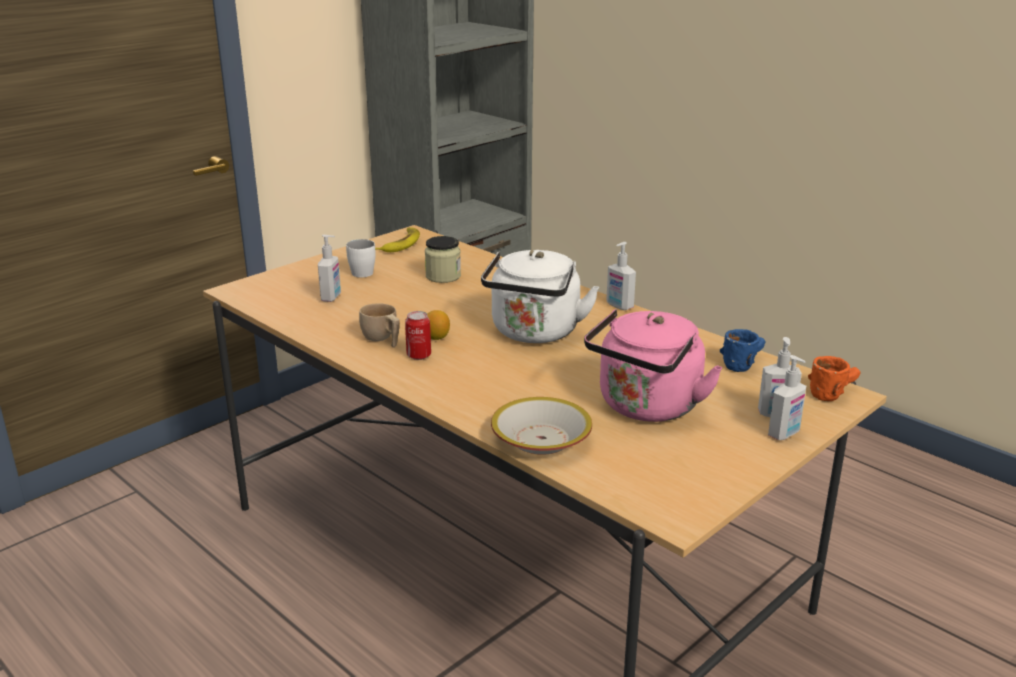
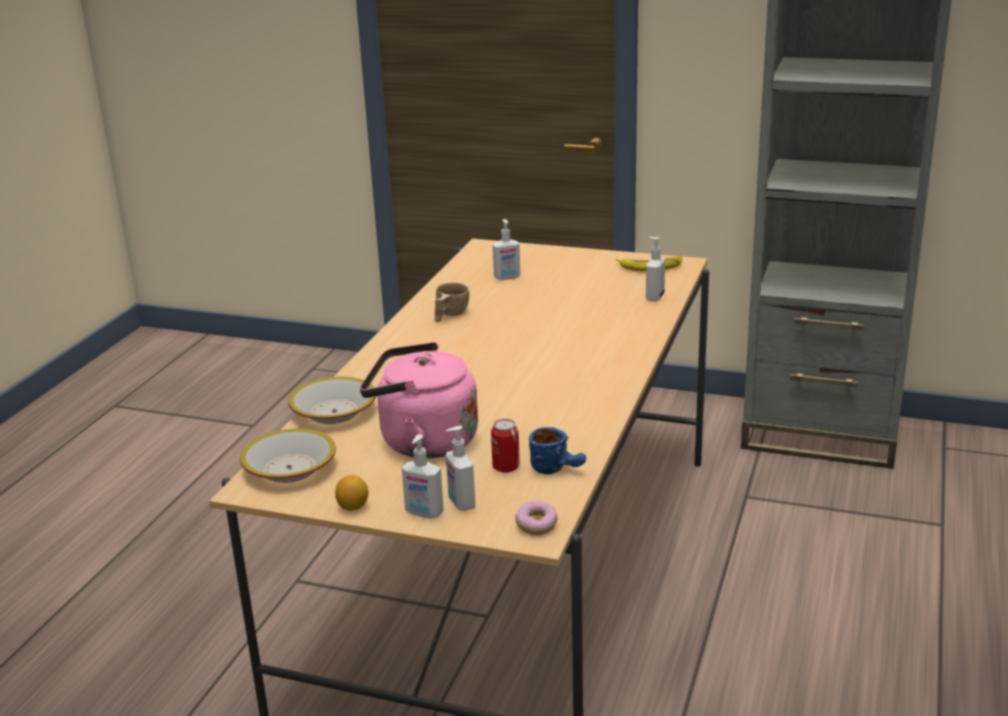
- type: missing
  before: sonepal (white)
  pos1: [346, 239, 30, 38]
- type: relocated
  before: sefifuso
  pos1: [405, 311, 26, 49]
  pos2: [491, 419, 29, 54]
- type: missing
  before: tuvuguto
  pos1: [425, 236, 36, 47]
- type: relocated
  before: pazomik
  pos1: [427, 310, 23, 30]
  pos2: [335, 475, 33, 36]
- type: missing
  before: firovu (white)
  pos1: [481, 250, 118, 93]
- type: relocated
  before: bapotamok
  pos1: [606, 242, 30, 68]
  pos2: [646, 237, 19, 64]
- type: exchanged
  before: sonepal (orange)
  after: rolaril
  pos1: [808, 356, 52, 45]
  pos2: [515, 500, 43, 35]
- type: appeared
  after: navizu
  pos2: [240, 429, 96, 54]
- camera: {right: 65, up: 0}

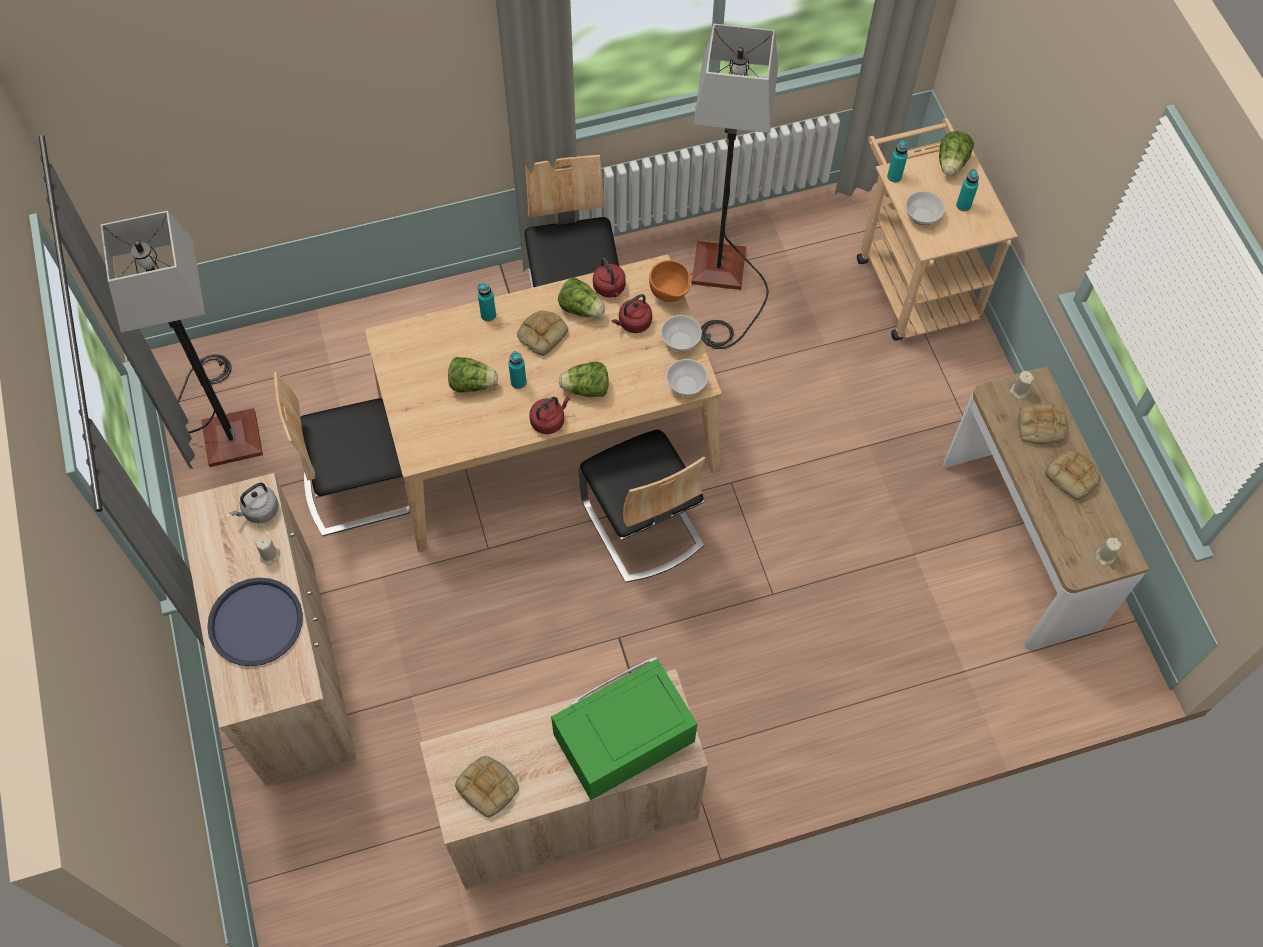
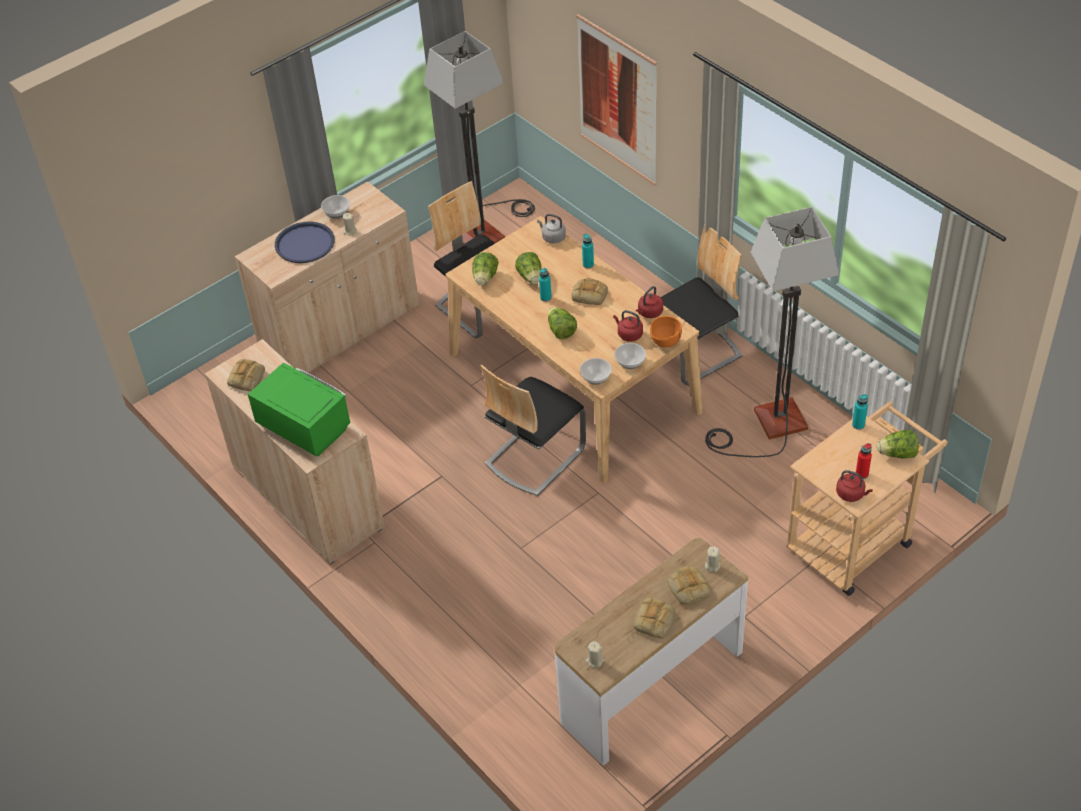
- type: relocated
  before: firovu (grey)
  pos1: [230, 483, 49, 40]
  pos2: [537, 214, 29, 29]
- type: relocated
  before: firovu (red)
  pos1: [529, 396, 41, 38]
  pos2: [836, 470, 37, 32]
- type: relocated
  before: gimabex
  pos1: [558, 278, 47, 40]
  pos2: [472, 252, 27, 33]
- type: relocated
  before: navizu
  pos1: [905, 191, 40, 34]
  pos2: [321, 195, 29, 24]
- type: colour
  before: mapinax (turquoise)
  after: mapinax (red)
  pos1: [956, 169, 23, 42]
  pos2: [856, 443, 16, 36]
- type: appeared
  after: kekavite
  pos2: [576, 14, 81, 172]
- camera: {right: 70, up: -15}

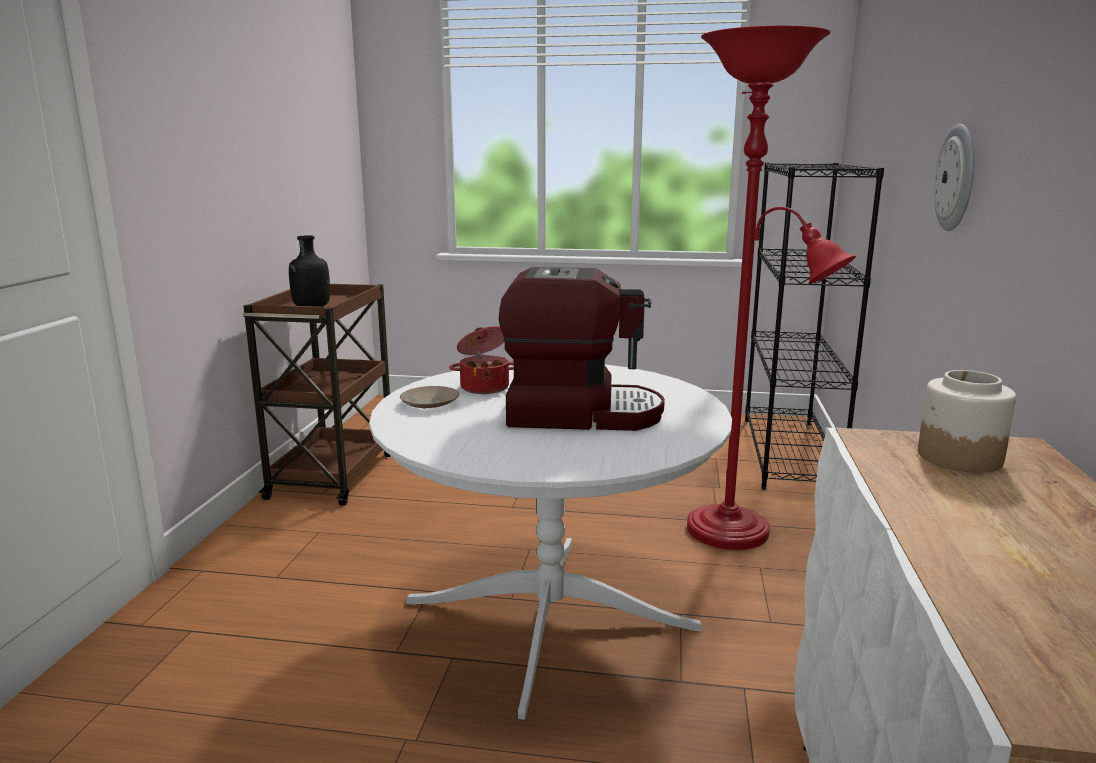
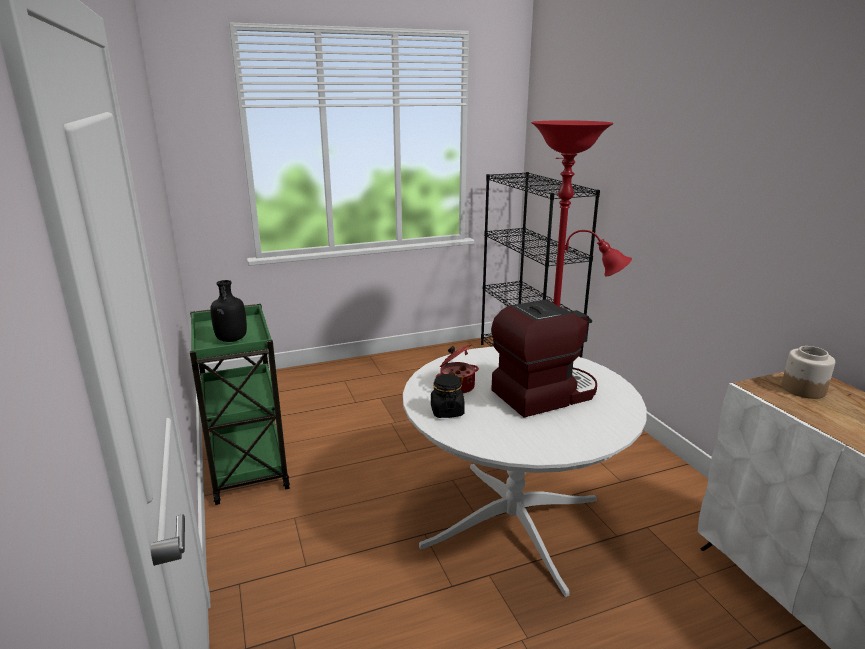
- type: colour
  before: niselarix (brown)
  after: niselarix (green)
  pos1: [243, 284, 148, 221]
  pos2: [190, 304, 100, 201]
- type: exchanged
  before: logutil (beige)
  after: tuvuguto (black)
  pos1: [400, 386, 59, 23]
  pos2: [431, 374, 34, 44]
- type: missing
  before: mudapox
  pos1: [934, 124, 40, 107]
- camera: {right: -30, up: 5}

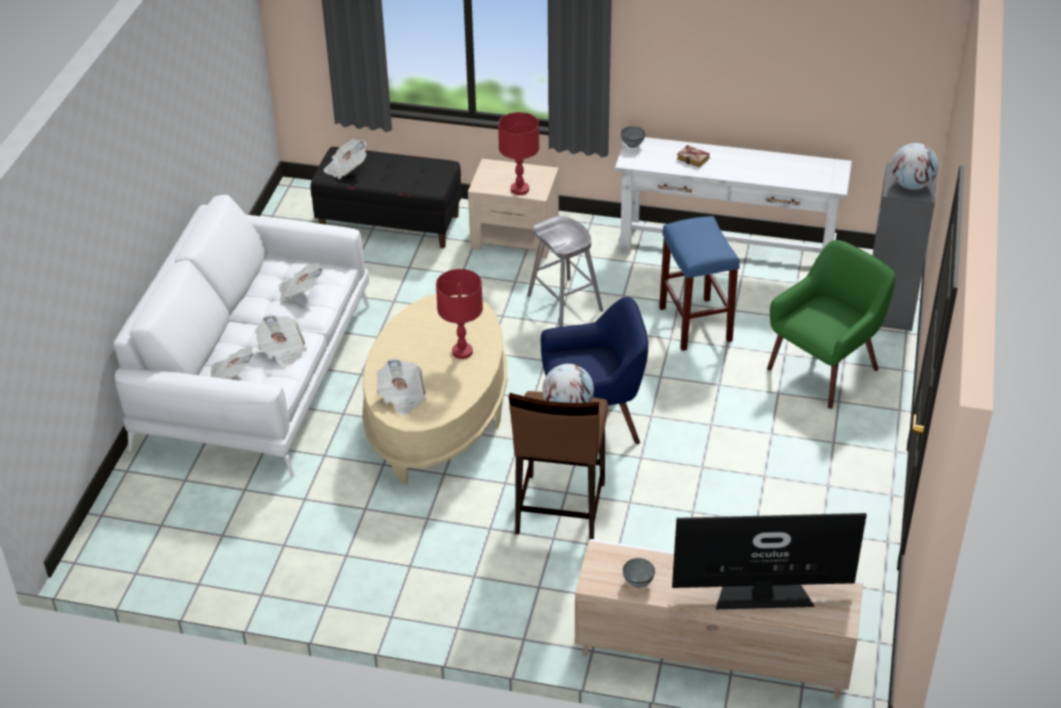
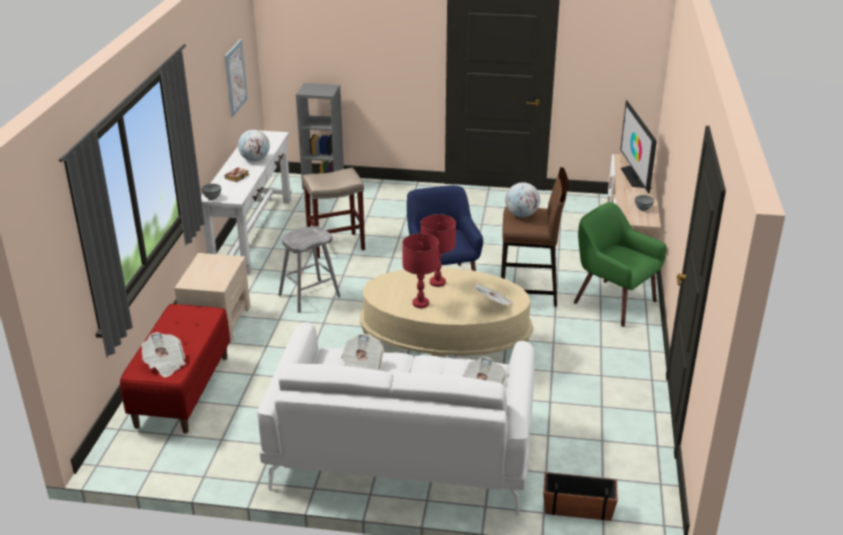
- type: missing
  before: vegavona
  pos1: [255, 314, 52, 53]
- type: colour
  before: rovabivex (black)
  after: rovabivex (red)
  pos1: [311, 147, 151, 101]
  pos2: [120, 304, 110, 130]
- type: relocated
  before: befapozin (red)
  pos1: [498, 112, 41, 83]
  pos2: [402, 233, 37, 75]
- type: colour
  before: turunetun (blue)
  after: turunetun (beige)
  pos1: [659, 216, 81, 135]
  pos2: [302, 168, 63, 90]
- type: relocated
  before: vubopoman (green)
  pos1: [767, 240, 128, 169]
  pos2: [574, 202, 93, 125]
- type: relocated
  before: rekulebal
  pos1: [891, 143, 47, 47]
  pos2: [238, 130, 32, 31]
- type: appeared
  after: kekavite
  pos2: [225, 39, 23, 78]
- type: appeared
  after: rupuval
  pos2: [543, 472, 75, 49]
- camera: {right: -95, up: -10}

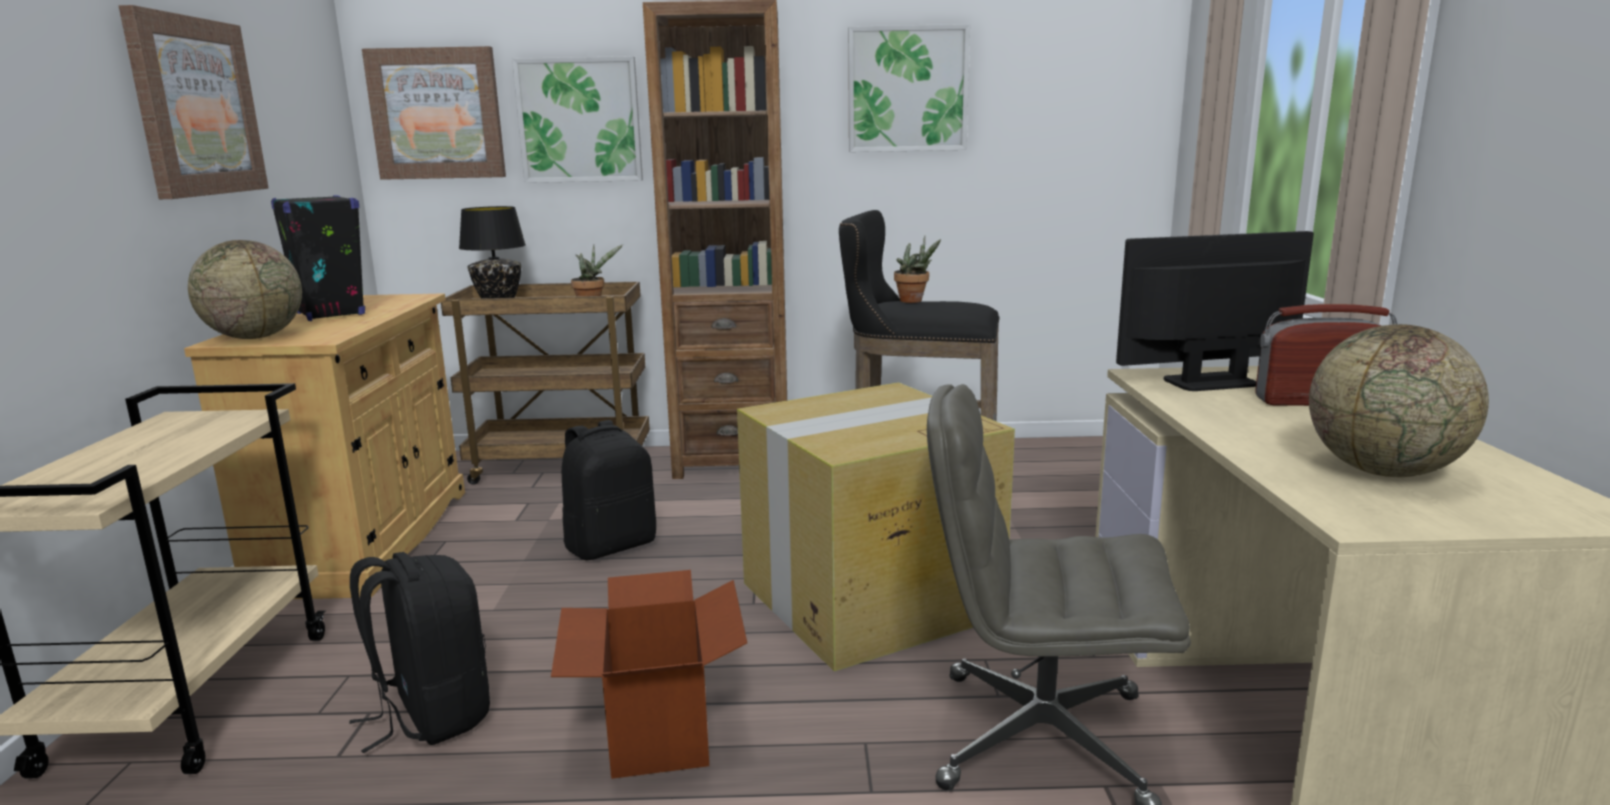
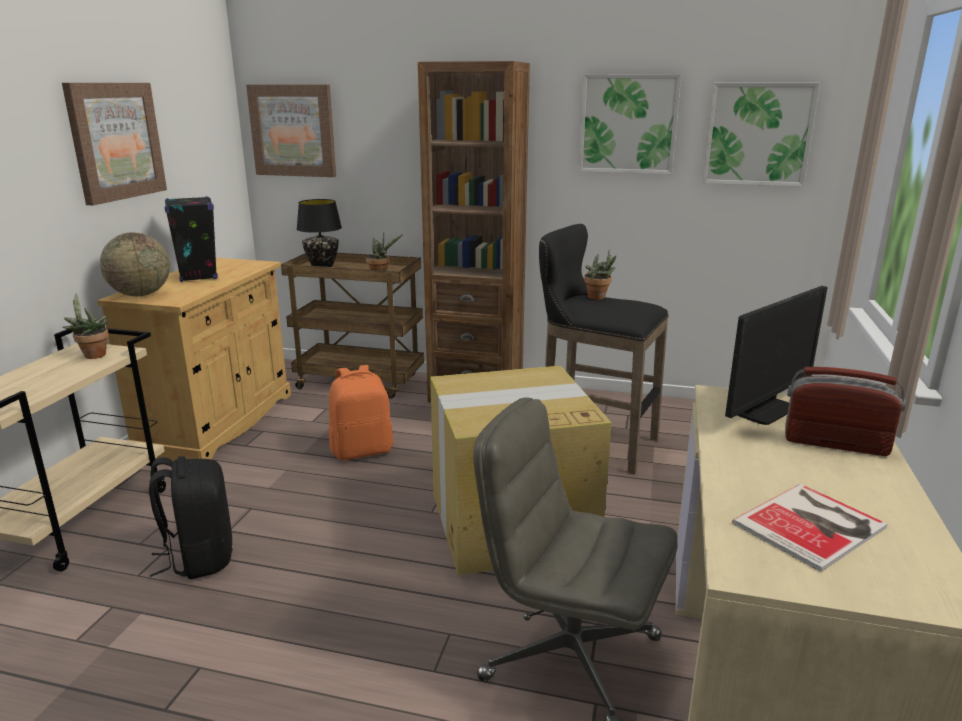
- type: relocated
  before: kekavite
  pos1: [512, 56, 131, 127]
  pos2: [703, 83, 117, 104]
- type: missing
  before: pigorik
  pos1: [551, 570, 196, 209]
- type: colour
  before: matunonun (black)
  after: matunonun (orange)
  pos1: [562, 420, 94, 140]
  pos2: [329, 365, 65, 95]
- type: spun
  before: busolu
  pos1: [1116, 231, 198, 160]
  pos2: [725, 286, 102, 139]
  turn: 135
- type: exchanged
  before: rekulebal
  after: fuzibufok
  pos1: [1309, 324, 180, 153]
  pos2: [732, 484, 155, 88]
- type: appeared
  after: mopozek
  pos2: [63, 293, 46, 66]
- camera: {right: 15, up: 5}

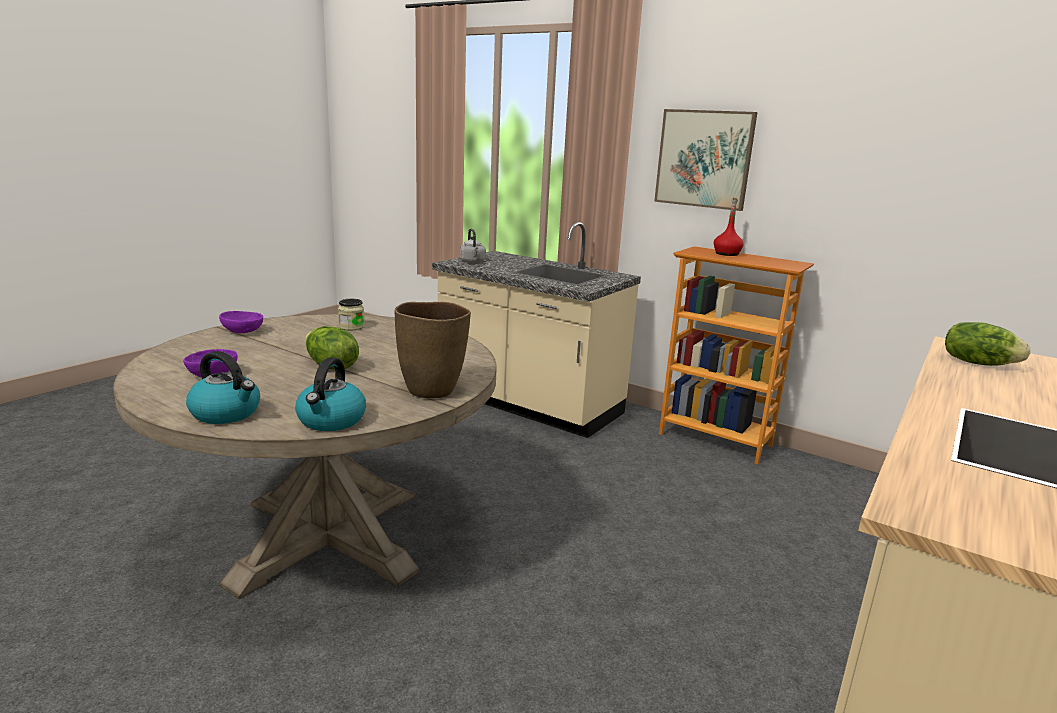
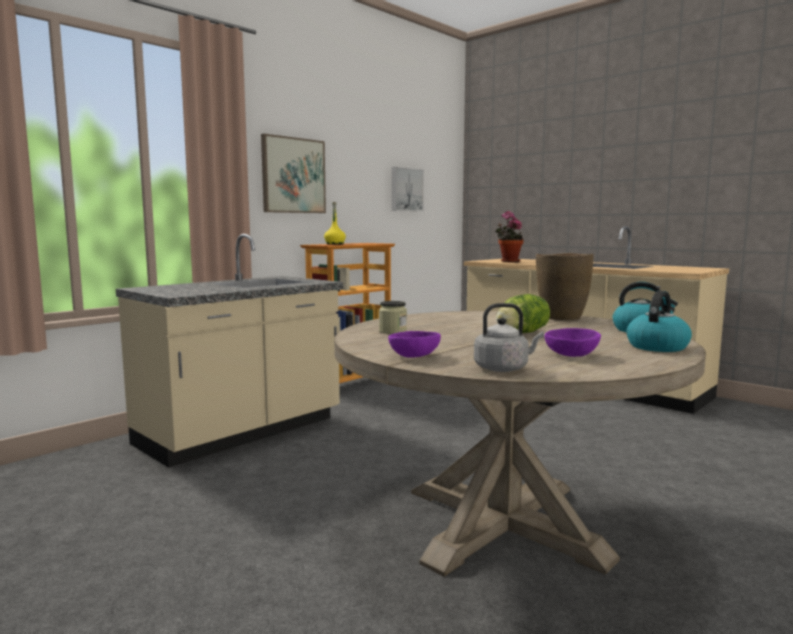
- type: relocated
  before: firovu (grey)
  pos1: [459, 229, 27, 34]
  pos2: [474, 303, 70, 69]
- type: colour
  before: mapinax (red)
  after: mapinax (yellow)
  pos1: [714, 197, 30, 59]
  pos2: [324, 202, 22, 43]
- type: exchanged
  before: gimabex
  after: mopozek
  pos1: [945, 322, 85, 44]
  pos2: [495, 211, 29, 51]
- type: appeared
  after: kekavite
  pos2: [392, 167, 32, 44]
- camera: {right: -80, up: -10}

